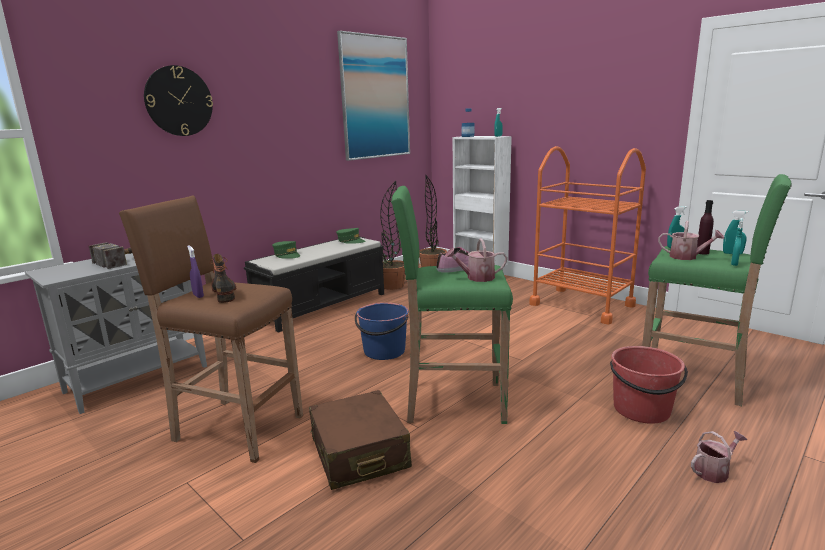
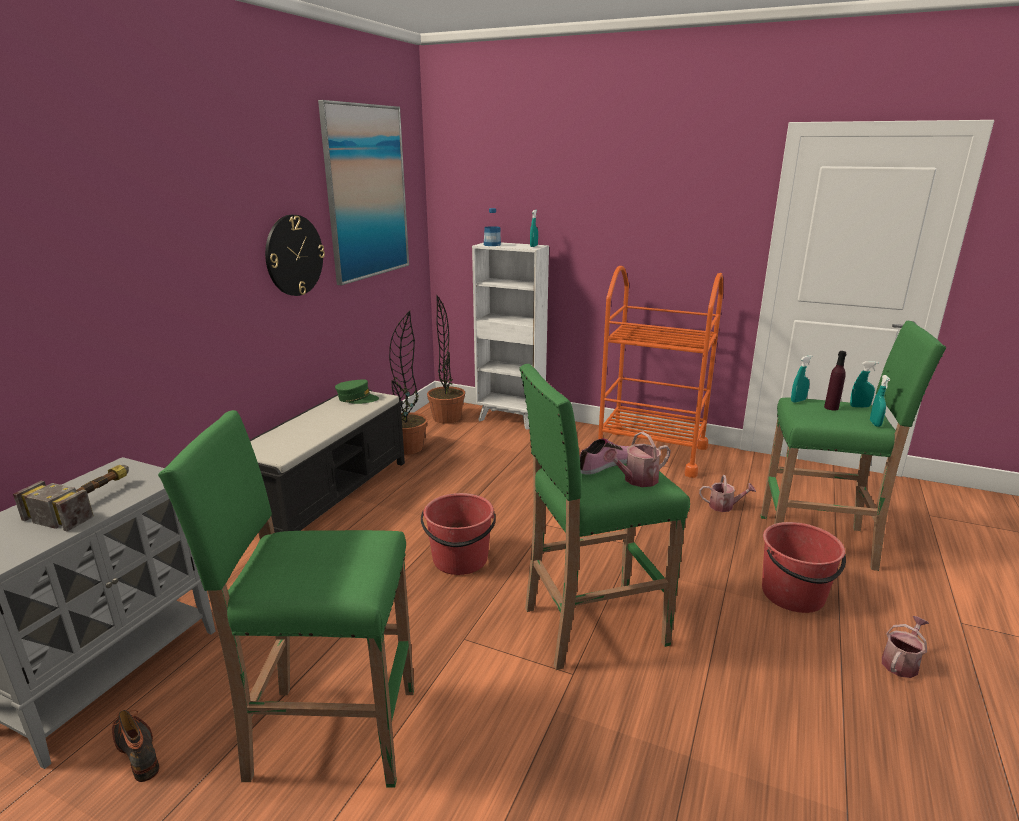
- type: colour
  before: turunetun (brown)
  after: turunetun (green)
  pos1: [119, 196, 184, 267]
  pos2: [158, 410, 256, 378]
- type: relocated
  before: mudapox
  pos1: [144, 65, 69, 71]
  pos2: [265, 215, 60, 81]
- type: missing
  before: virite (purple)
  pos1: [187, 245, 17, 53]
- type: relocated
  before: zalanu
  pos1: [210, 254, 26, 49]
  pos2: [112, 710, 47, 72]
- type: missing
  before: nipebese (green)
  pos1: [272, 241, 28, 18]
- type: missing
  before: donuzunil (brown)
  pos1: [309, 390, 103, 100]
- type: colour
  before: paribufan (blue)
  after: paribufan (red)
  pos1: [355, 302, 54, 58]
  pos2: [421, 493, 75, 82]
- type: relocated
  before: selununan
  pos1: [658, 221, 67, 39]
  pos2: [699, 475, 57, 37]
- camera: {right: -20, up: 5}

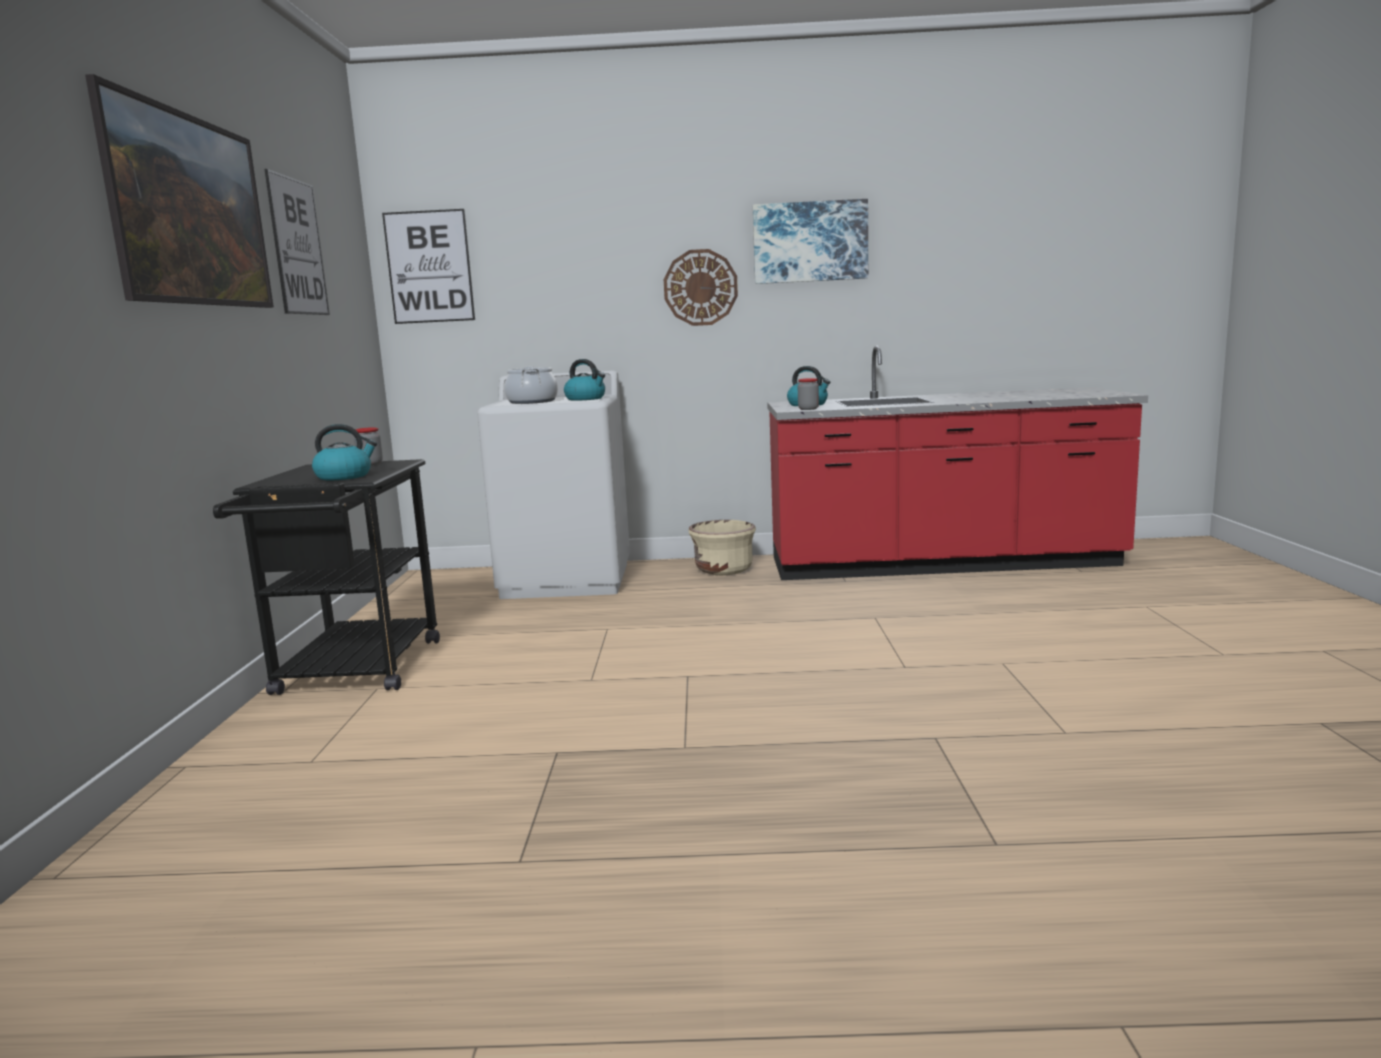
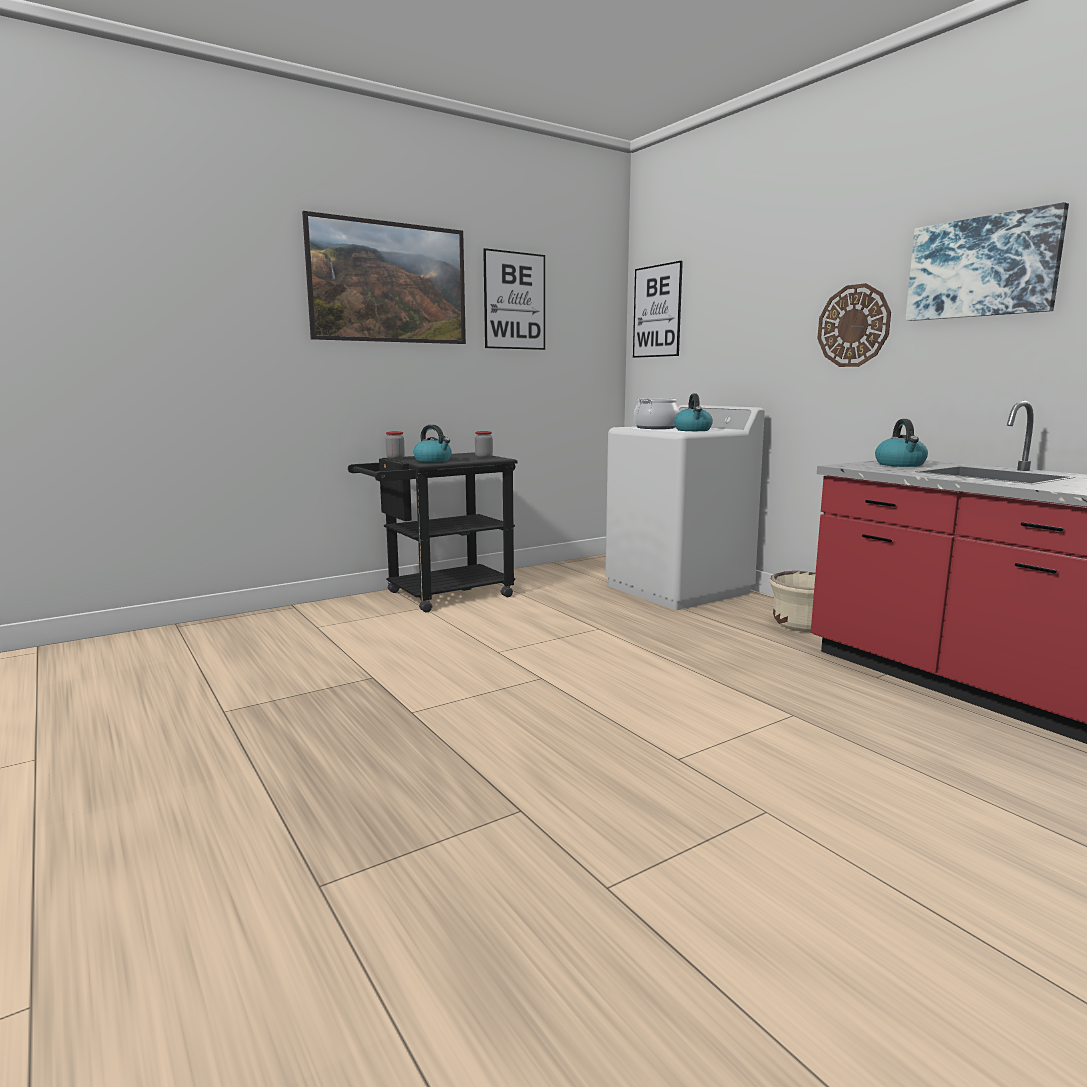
- type: relocated
  before: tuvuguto
  pos1: [798, 378, 21, 32]
  pos2: [385, 431, 20, 28]
- camera: {right: 55, up: 0}

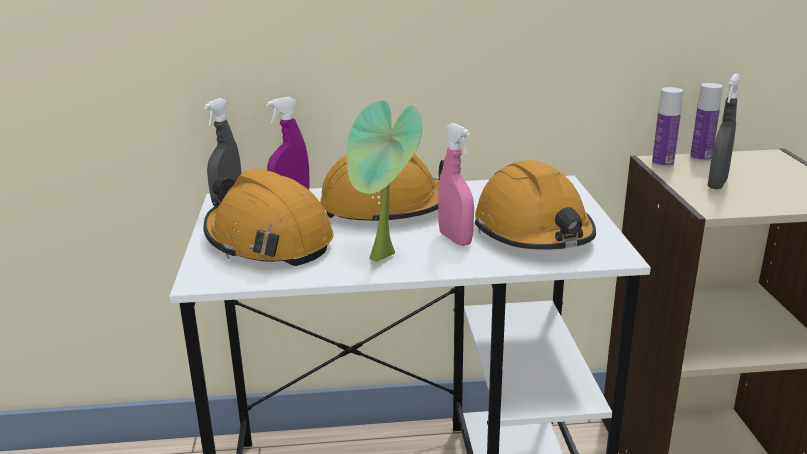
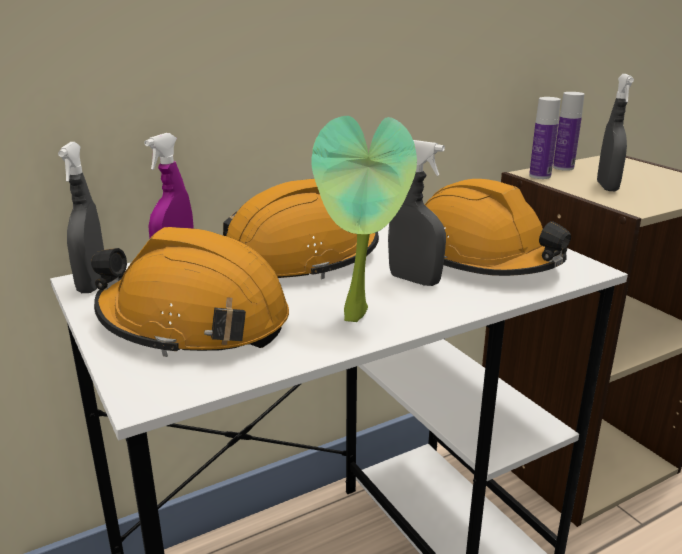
- type: colour
  before: virite (pink)
  after: virite (grey)
  pos1: [438, 123, 36, 123]
  pos2: [388, 140, 58, 146]
- camera: {right: -25, up: 0}

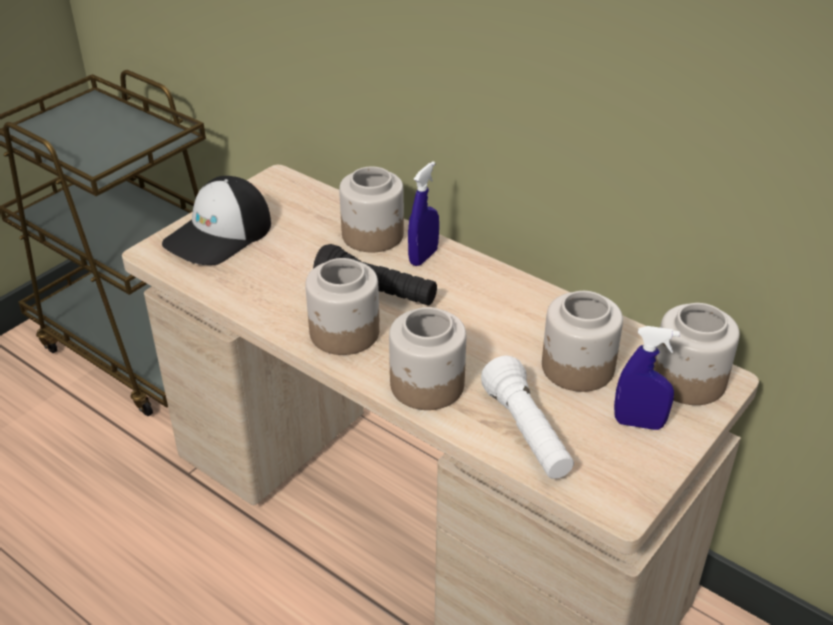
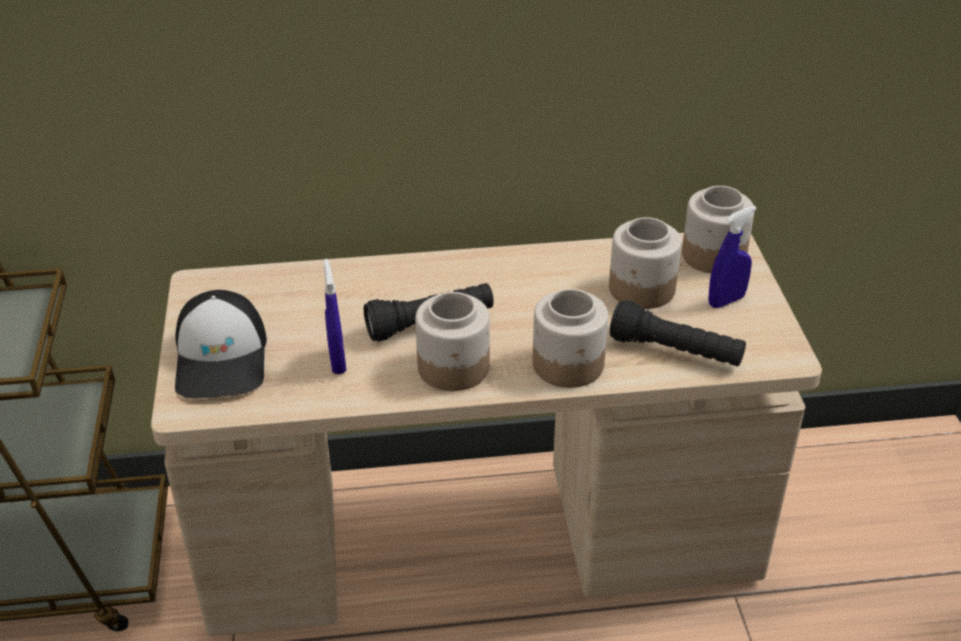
- type: missing
  before: tuvuguto
  pos1: [339, 166, 65, 87]
- type: relocated
  before: virite (blue)
  pos1: [408, 161, 31, 105]
  pos2: [323, 259, 23, 115]
- type: colour
  before: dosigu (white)
  after: dosigu (black)
  pos1: [481, 355, 93, 124]
  pos2: [610, 300, 136, 67]
- camera: {right: -45, up: 0}

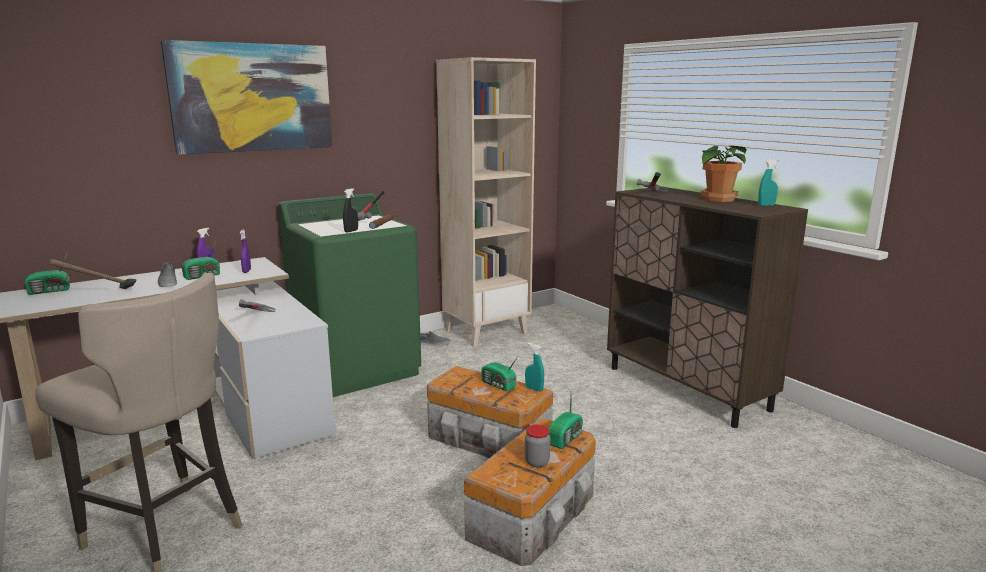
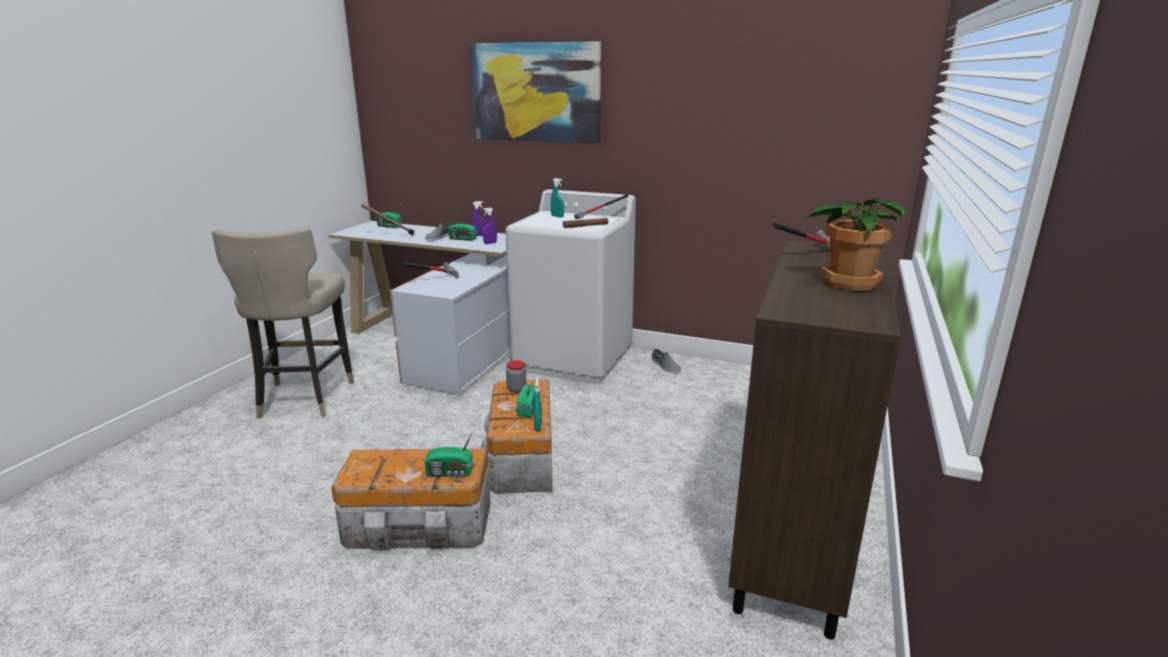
- type: colour
  before: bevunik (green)
  after: bevunik (white)
  pos1: [278, 193, 143, 204]
  pos2: [505, 189, 131, 196]
- type: missing
  before: virite (black)
  pos1: [343, 188, 15, 44]
- type: missing
  before: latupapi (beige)
  pos1: [436, 57, 100, 290]
- type: relocated
  before: tuvuguto
  pos1: [525, 424, 25, 43]
  pos2: [506, 360, 21, 33]
- type: relocated
  before: virite (turquoise)
  pos1: [758, 159, 21, 47]
  pos2: [551, 178, 13, 39]
- camera: {right: 55, up: 5}

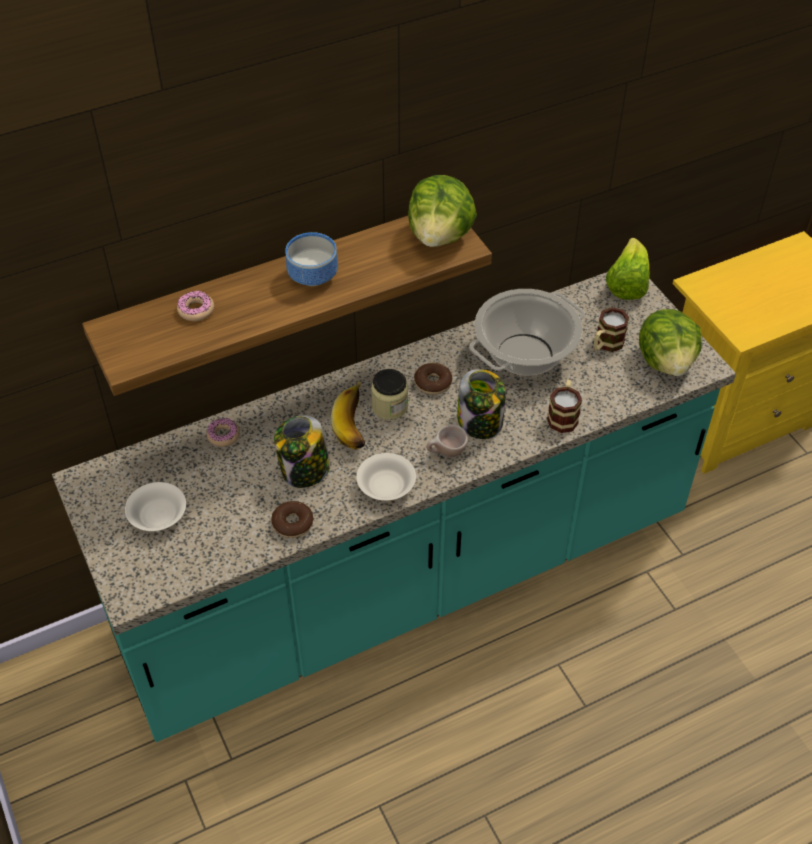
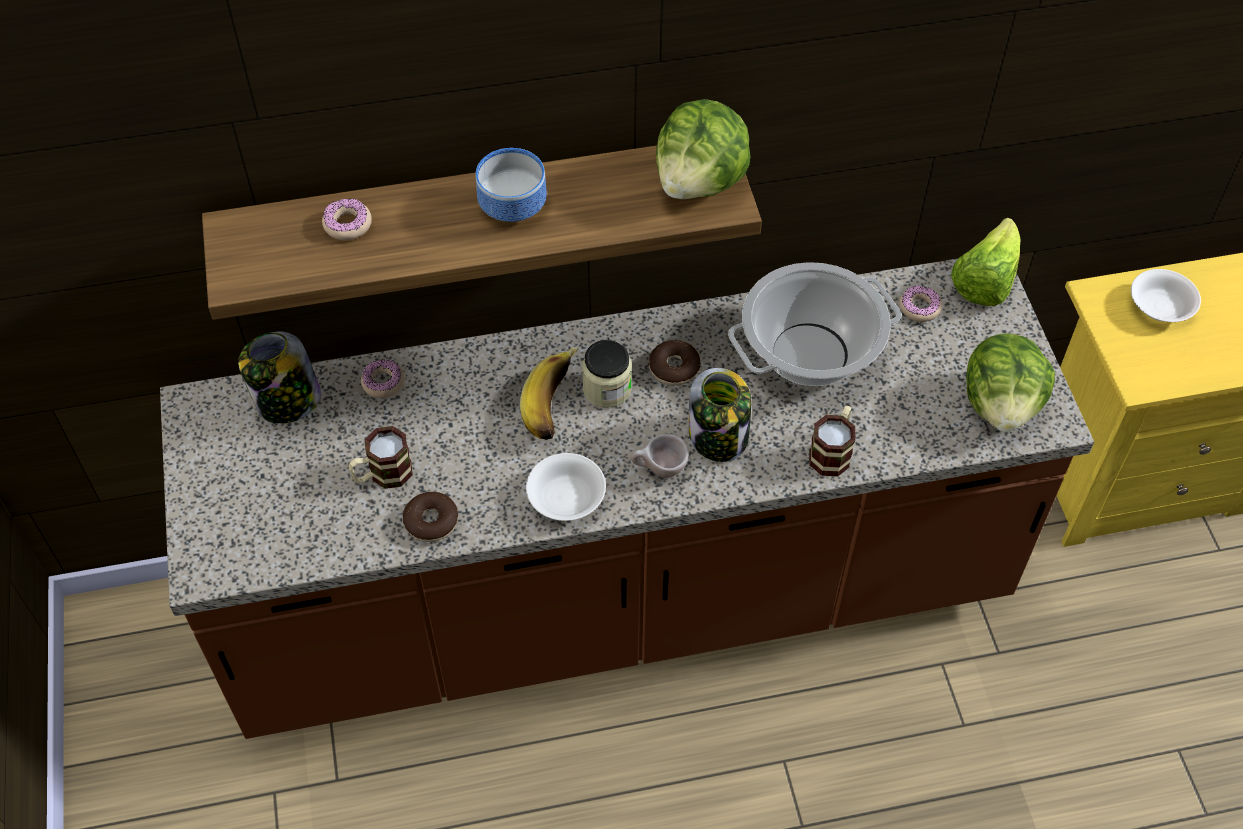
- type: colour
  before: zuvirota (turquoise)
  after: zuvirota (brown)
  pos1: [52, 272, 684, 470]
  pos2: [160, 259, 934, 480]
- type: relocated
  before: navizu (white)
  pos1: [125, 482, 61, 49]
  pos2: [1131, 269, 70, 53]
- type: relocated
  before: tuvuguto
  pos1: [274, 415, 56, 73]
  pos2: [238, 332, 83, 92]
- type: relocated
  before: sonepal
  pos1: [593, 307, 36, 45]
  pos2: [349, 426, 64, 63]
- type: appeared
  after: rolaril
  pos2: [899, 286, 43, 36]
- camera: {right: 15, up: 5}

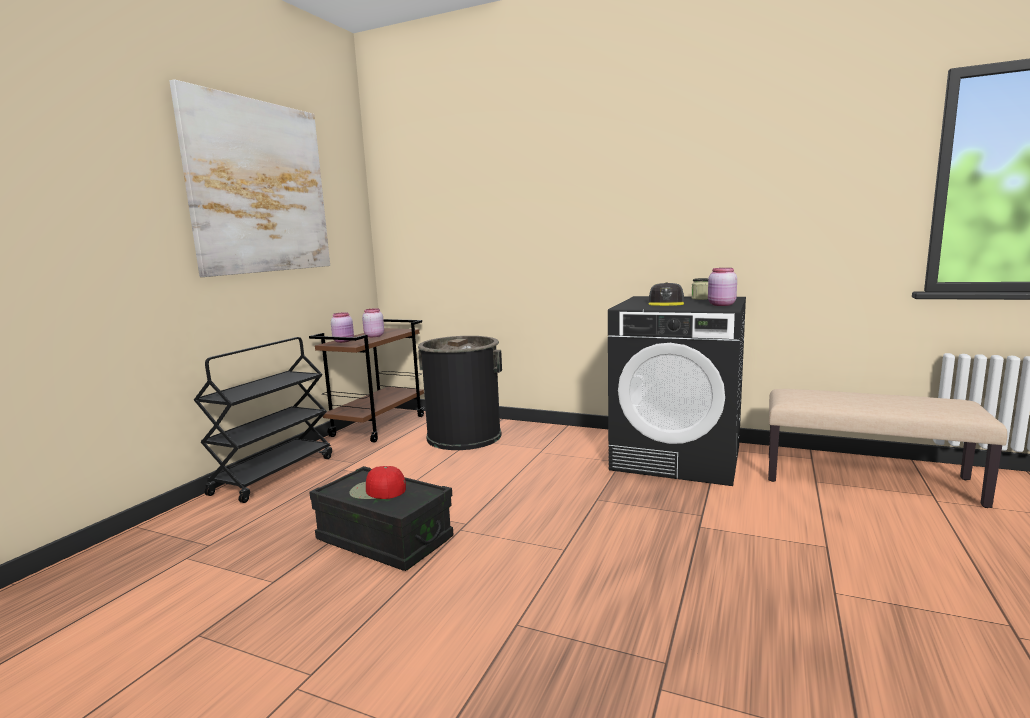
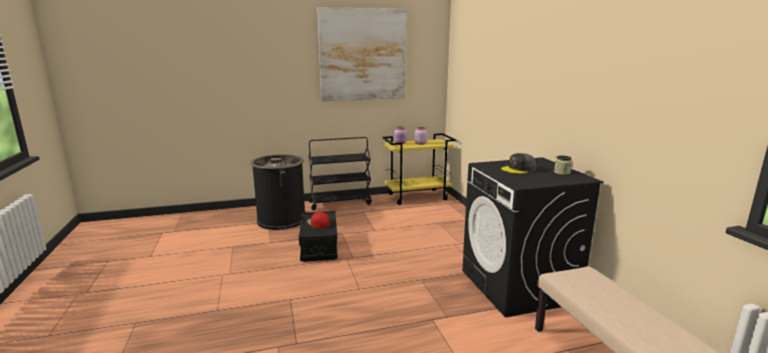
- type: colour
  before: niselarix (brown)
  after: niselarix (yellow)
  pos1: [309, 319, 115, 124]
  pos2: [382, 133, 74, 72]
- type: relocated
  before: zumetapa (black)
  pos1: [418, 336, 84, 114]
  pos2: [250, 154, 55, 76]
- type: missing
  before: tuvuguto (pink)
  pos1: [708, 268, 29, 38]
- camera: {right: 50, up: 5}

